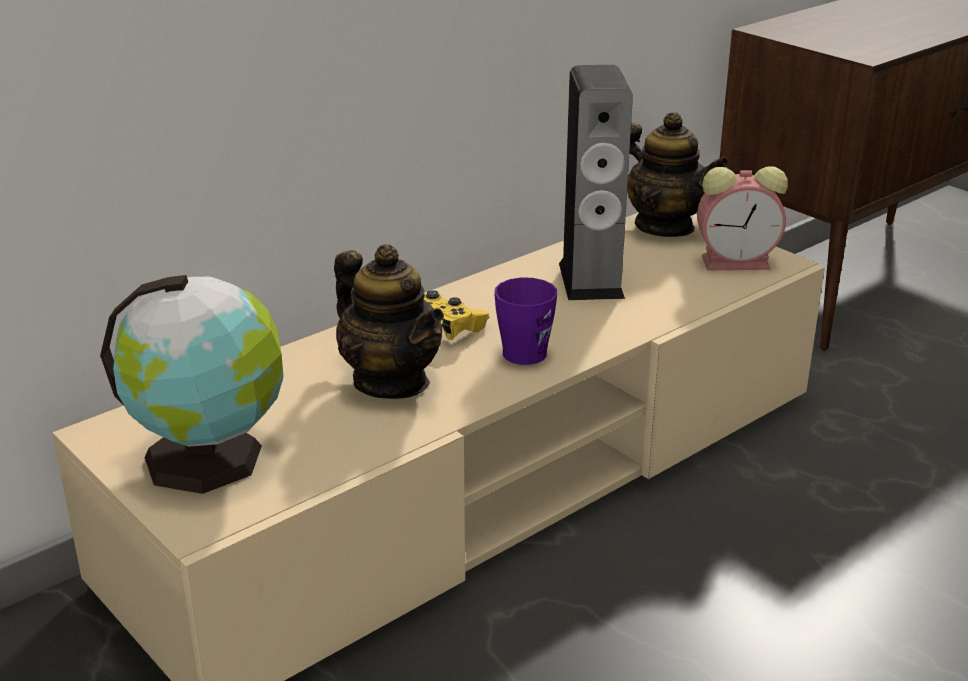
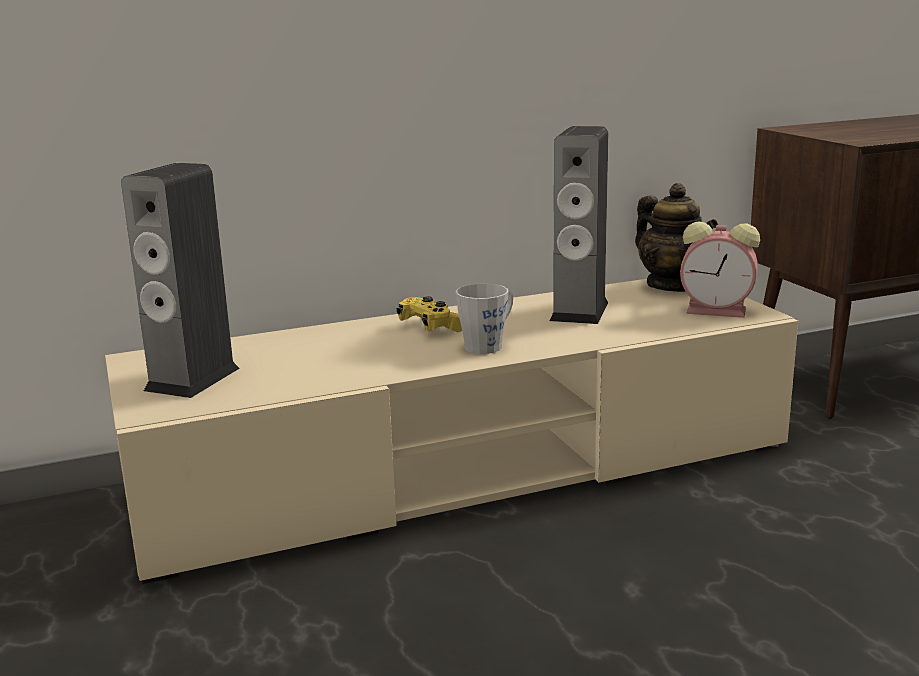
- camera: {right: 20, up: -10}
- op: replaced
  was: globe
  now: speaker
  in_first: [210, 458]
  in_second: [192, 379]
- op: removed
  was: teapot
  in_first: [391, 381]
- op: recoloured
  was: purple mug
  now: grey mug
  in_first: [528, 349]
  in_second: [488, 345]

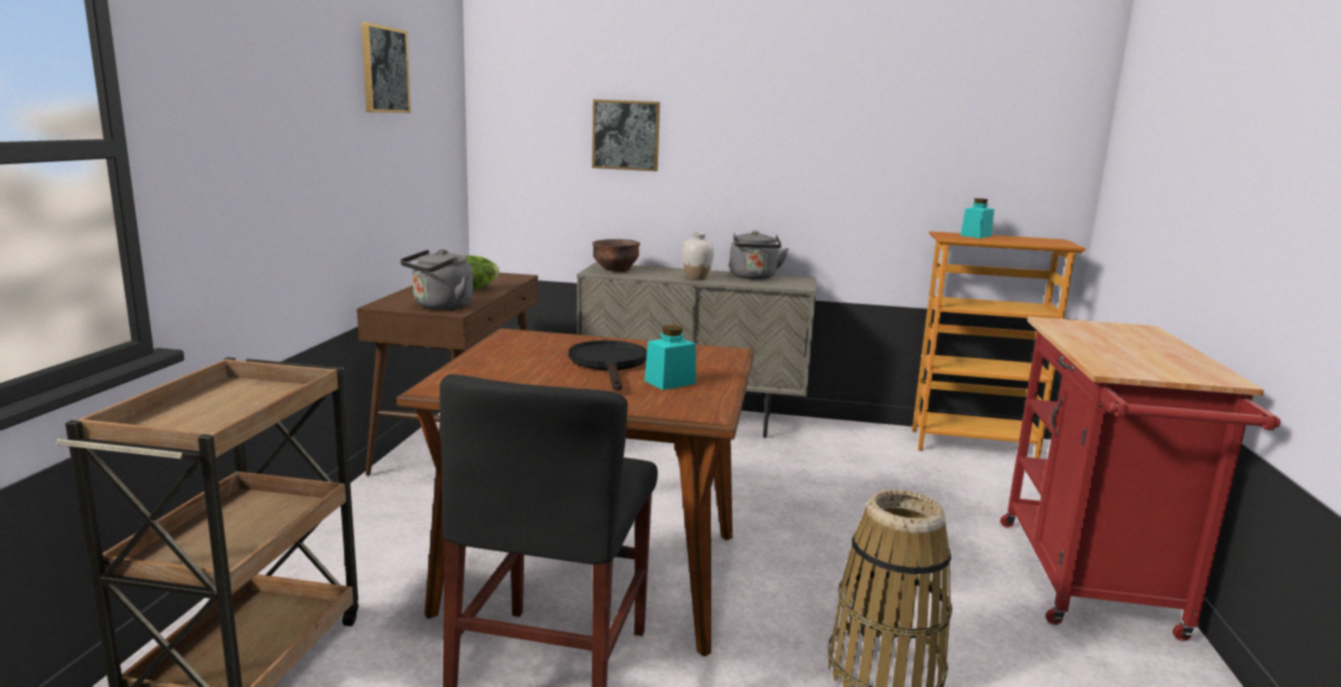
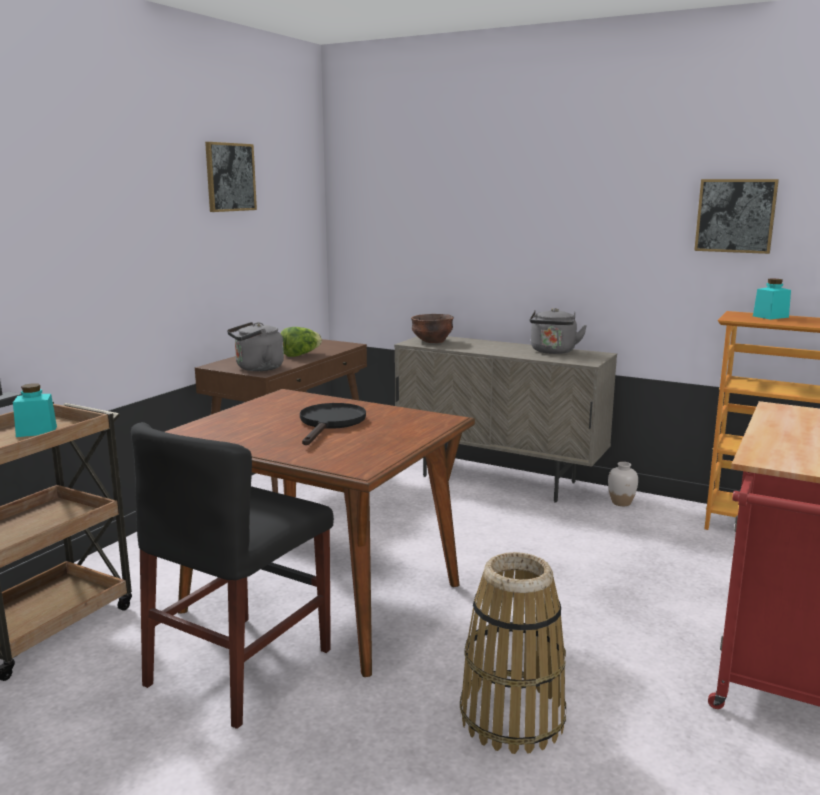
- camera: {right: 20, up: 0}
- op: moved
  was: picture
  in_first: [626, 135]
  in_second: [735, 216]
- op: moved
  was: turquoise jar
  in_first: [670, 382]
  in_second: [36, 431]
- op: moved
  was: white vase
  in_first: [696, 278]
  in_second: [621, 503]

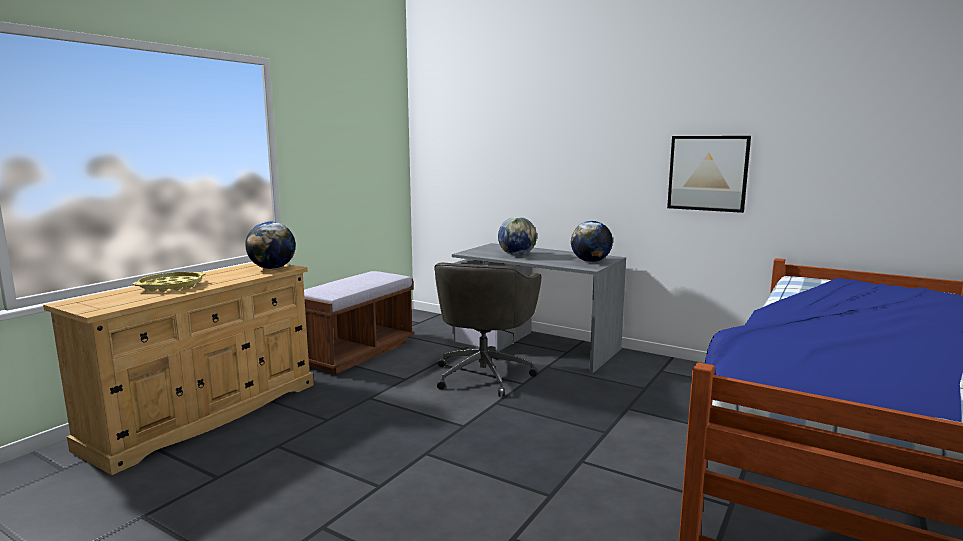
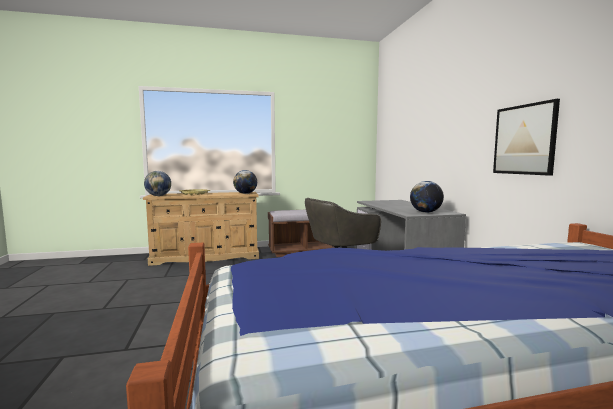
- camera: {right: 45, up: -5}
- op: moved
  was: globe
  in_first: [517, 255]
  in_second: [158, 196]

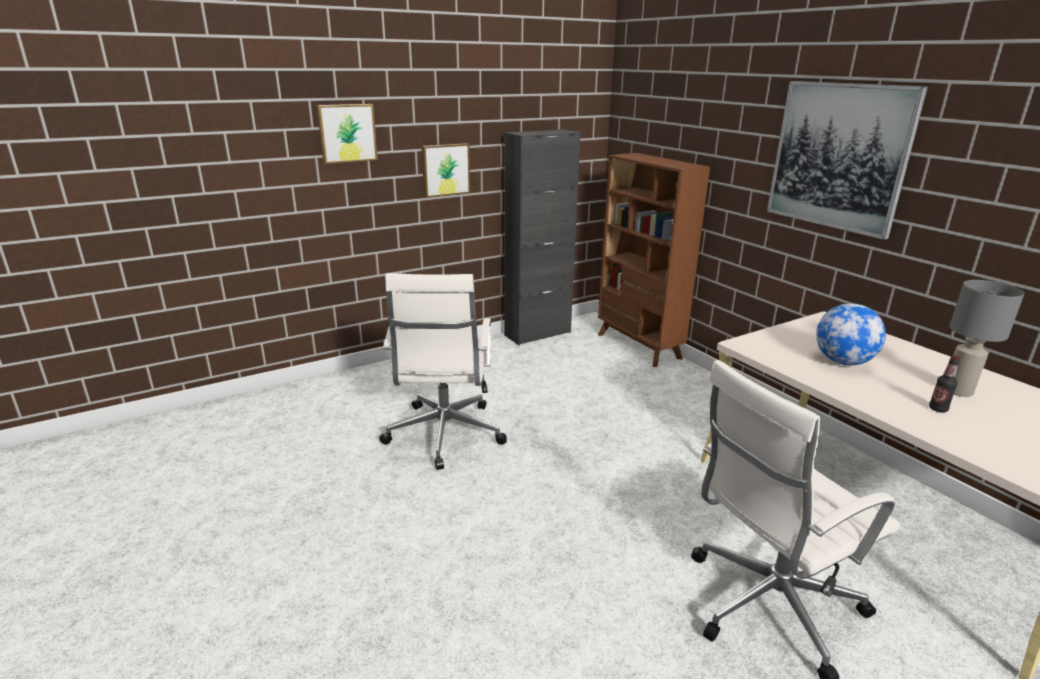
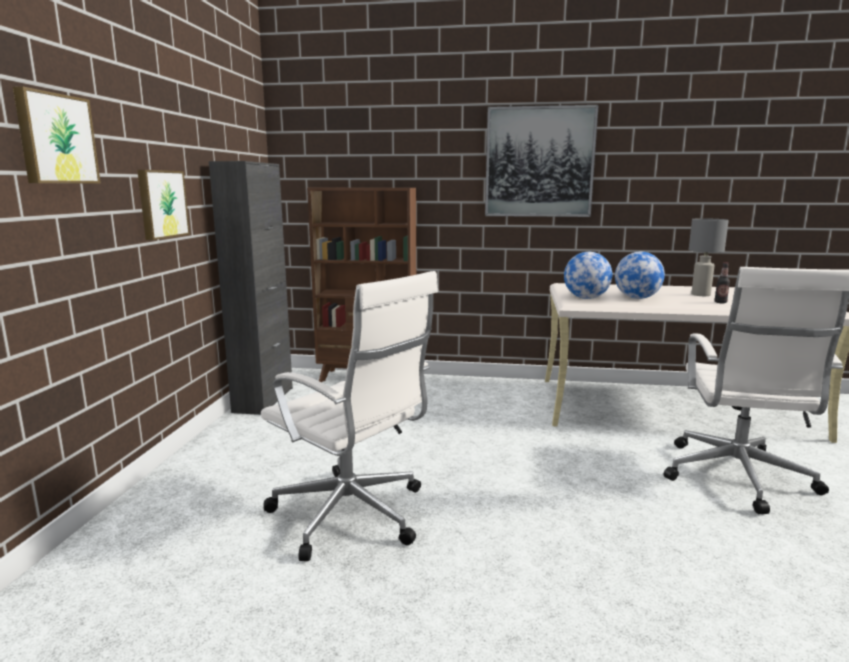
- camera: {right: -50, up: -10}
- op: added
  now: globe
  in_second: [586, 298]

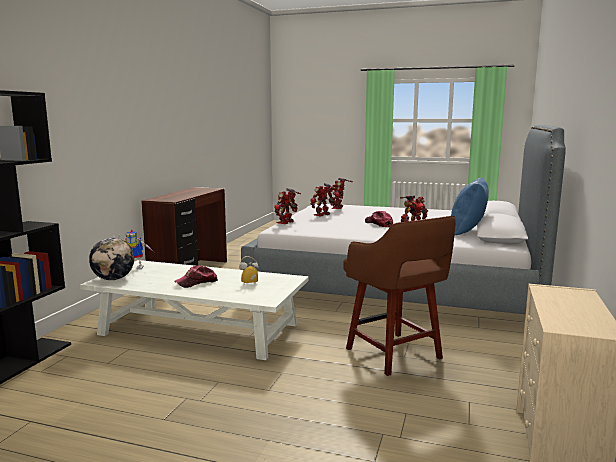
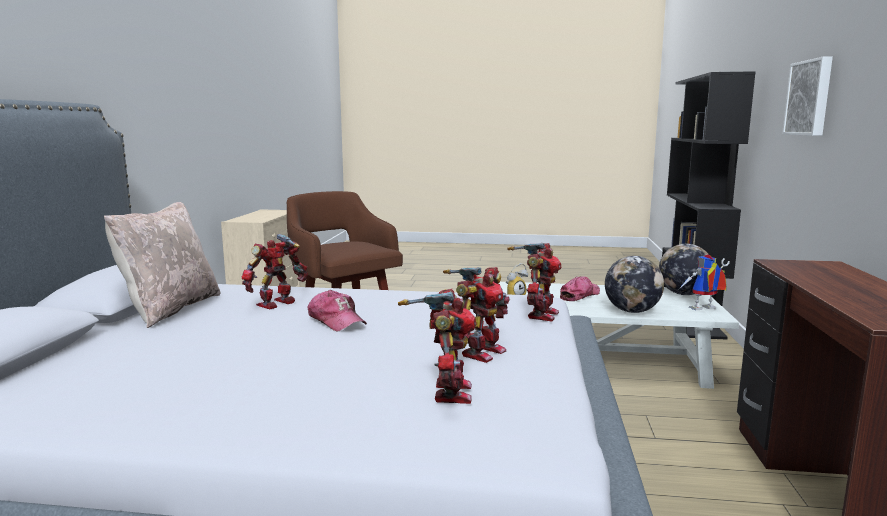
- camera: {right: 170, up: 0}
- op: recoloured
  was: blue pillow
  now: beige pillow
  in_first: [467, 231]
  in_second: [169, 309]
- op: added
  now: globe
  in_second: [632, 311]
- op: added
  now: picture
  in_second: [810, 98]

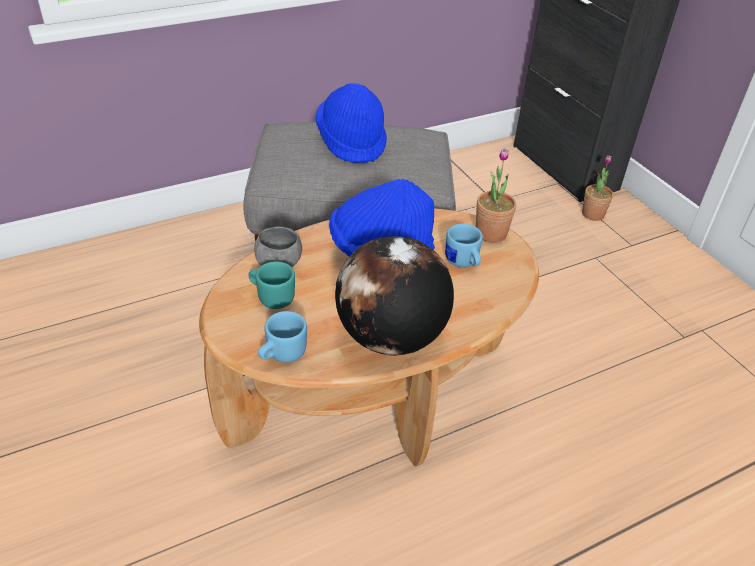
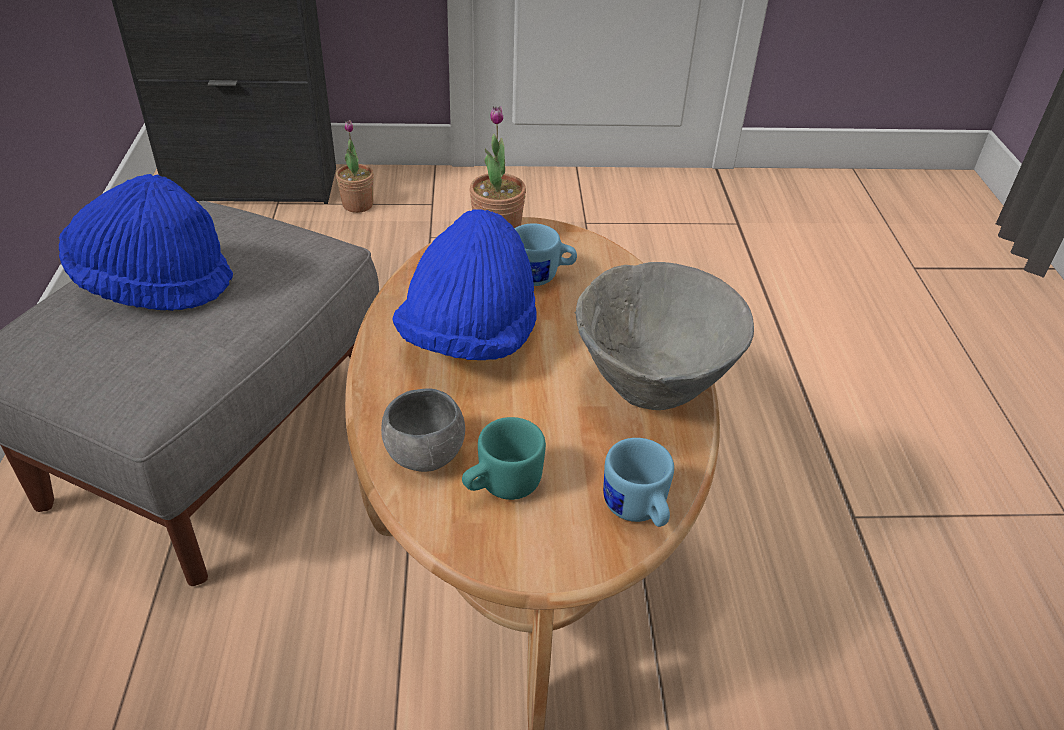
- camera: {right: -65, up: 0}
- op: replaced
  was: globe
  now: grey bowl
  in_first: [390, 338]
  in_second: [652, 388]

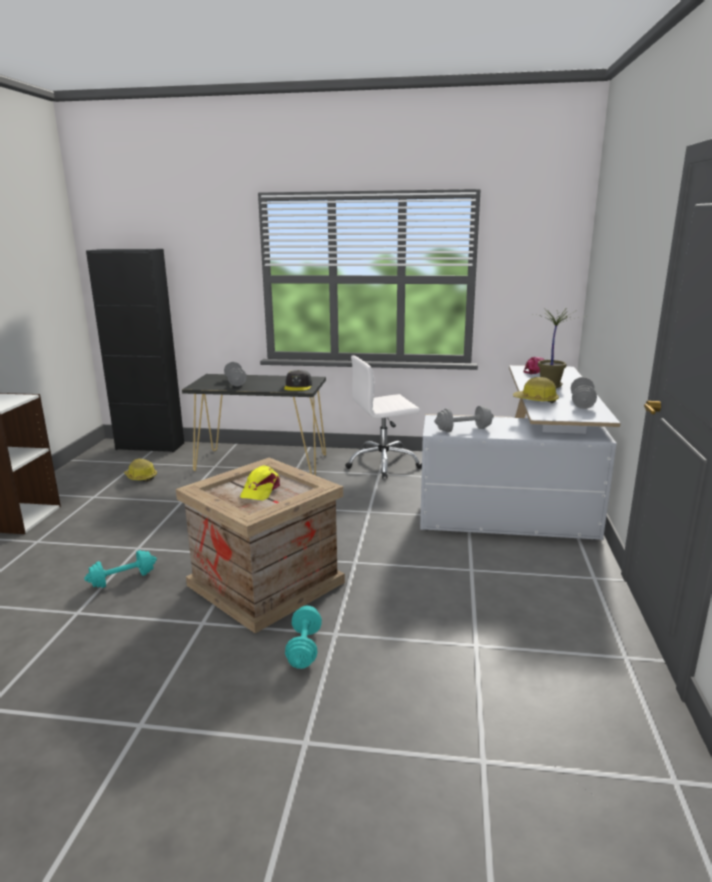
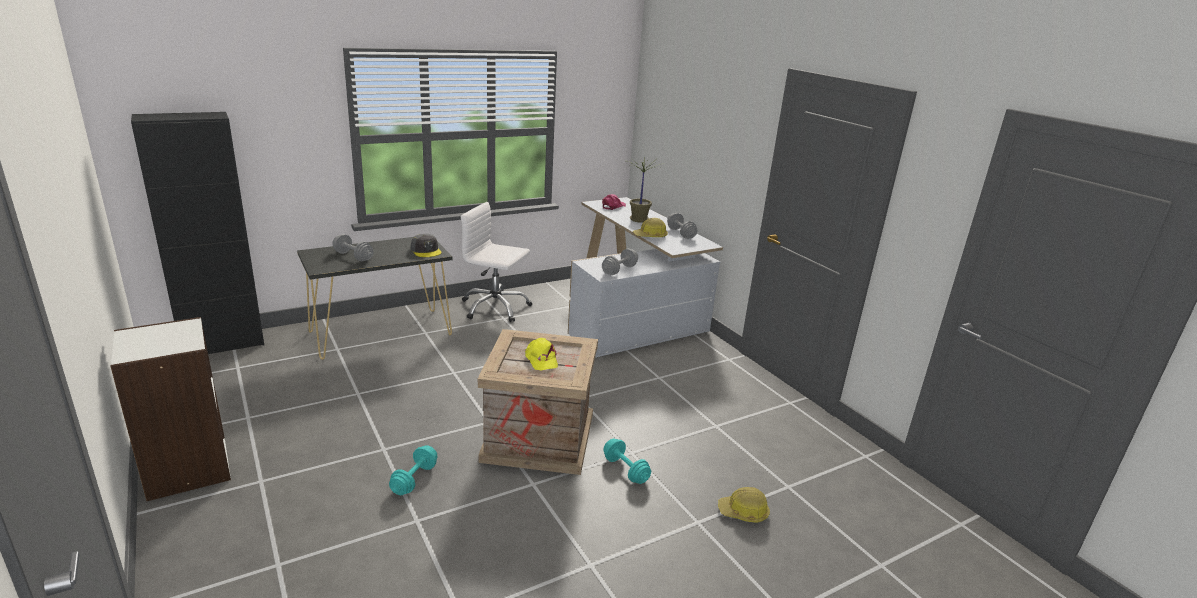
- camera: {right: -40, up: 5}
- op: moved
  was: hard hat
  in_first: [140, 477]
  in_second: [743, 512]
- op: turned
  was: white office chair
  in_first: [383, 463]
  in_second: [495, 307]
  clockwise: 75

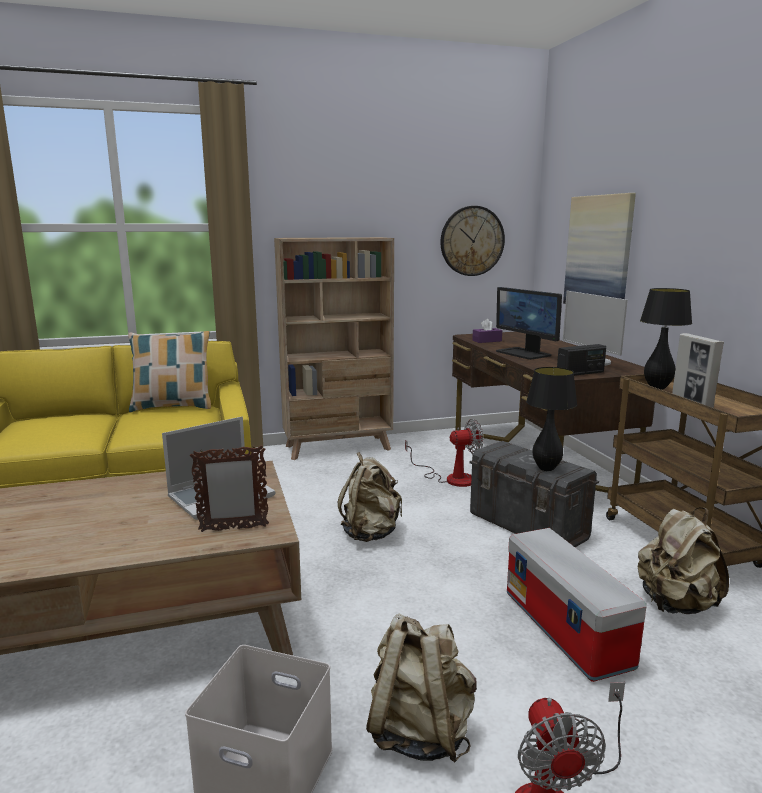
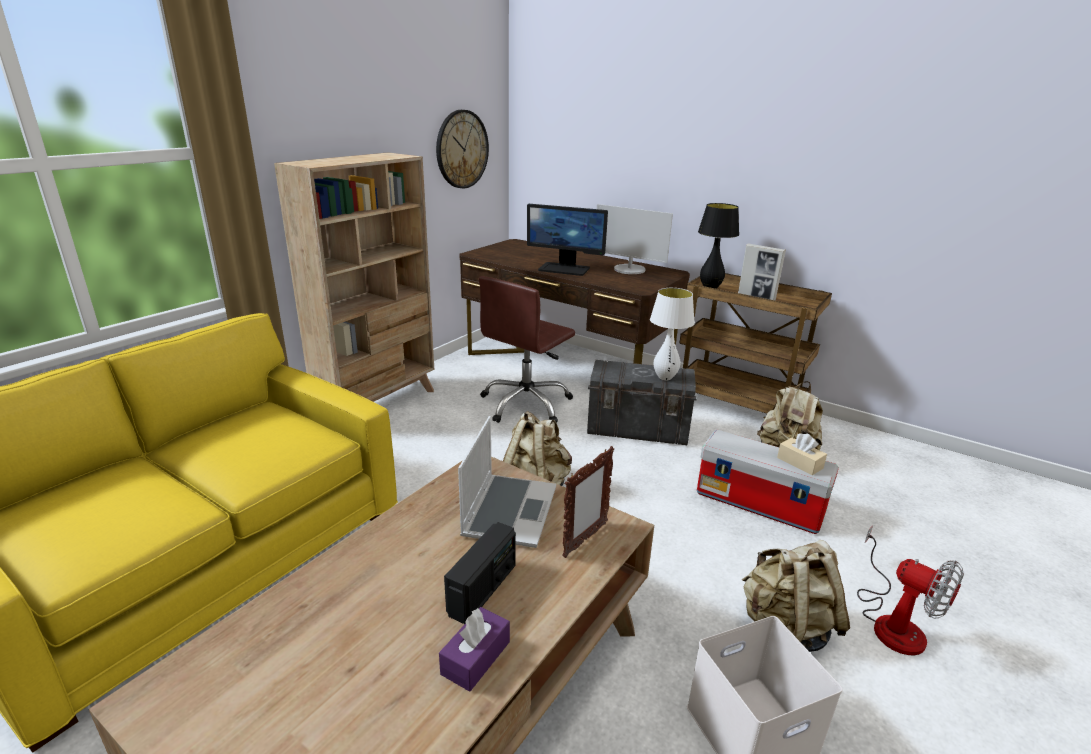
- camera: {right: -40, up: 10}
- op: removed
  was: pillow
  in_first: [173, 407]
- op: replaced
  was: fan
  now: brown office chair
  in_first: [451, 478]
  in_second: [526, 404]
- op: moved
  was: purple tissue box
  in_first: [487, 341]
  in_second: [475, 658]
- op: recoloured
  was: black table lamp
  now: white table lamp
  in_first: [546, 468]
  in_second: [664, 378]
- op: moved
  was: radio
  in_first: [580, 373]
  in_second: [483, 589]
- op: removed
  was: picture
  in_first: [599, 253]
- op: added
  now: beige tissue box
  in_second: [799, 463]

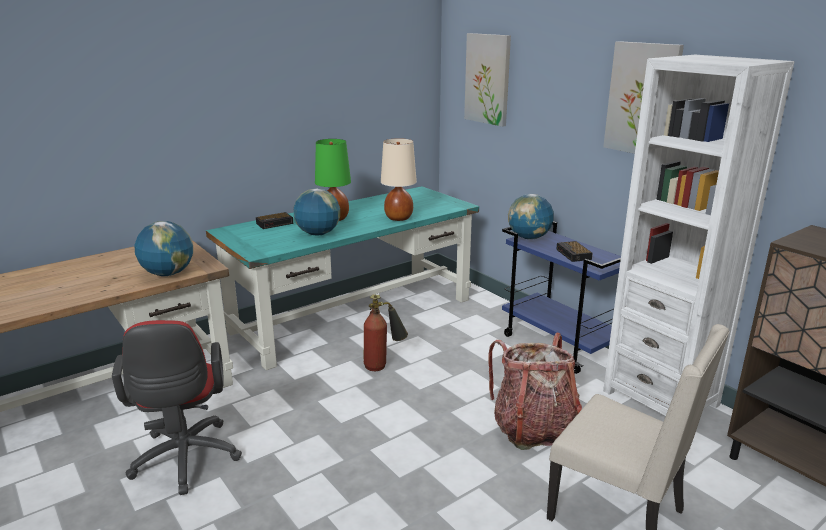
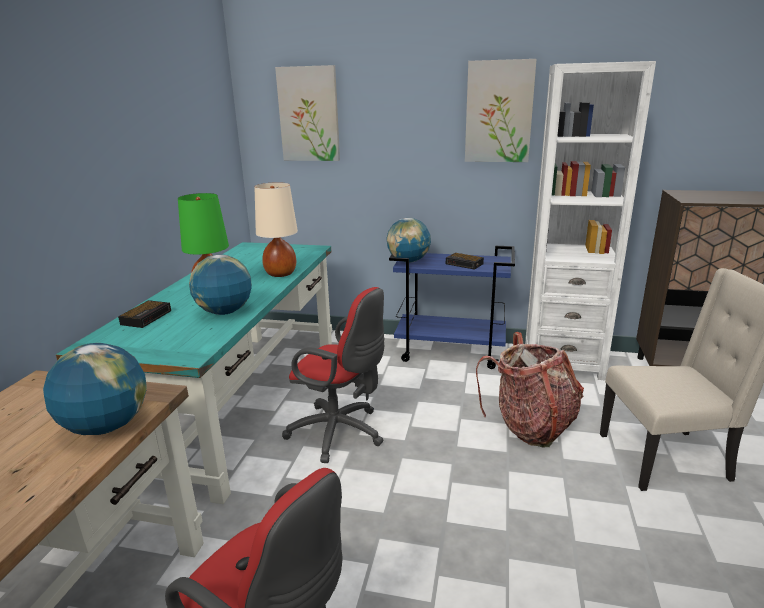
- camera: {right: -40, up: 0}
- op: replaced
  was: fire extinguisher
  now: red office chair
  in_first: [383, 364]
  in_second: [341, 433]

